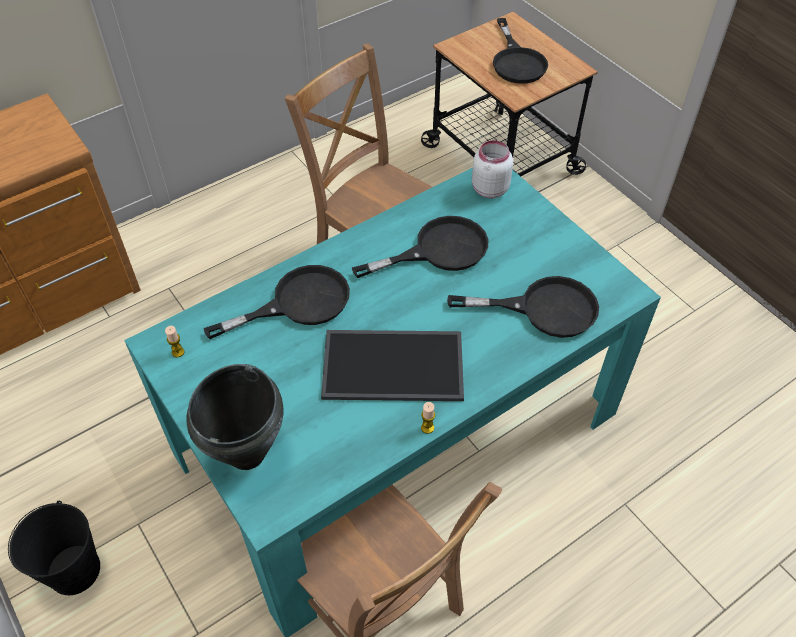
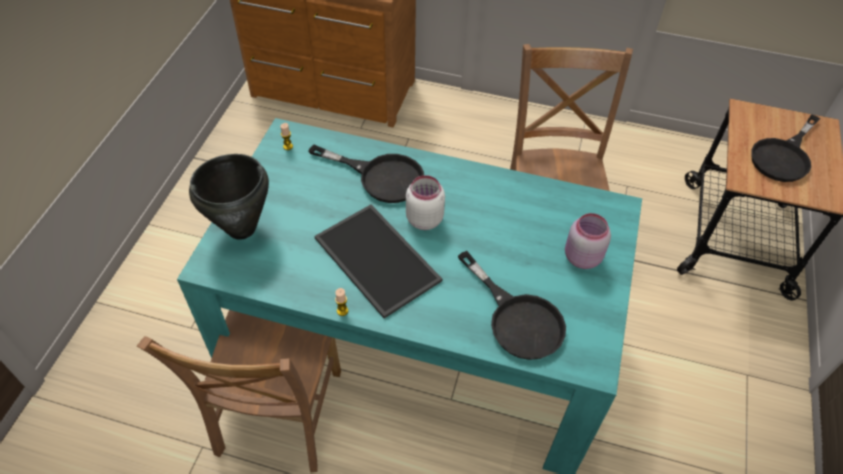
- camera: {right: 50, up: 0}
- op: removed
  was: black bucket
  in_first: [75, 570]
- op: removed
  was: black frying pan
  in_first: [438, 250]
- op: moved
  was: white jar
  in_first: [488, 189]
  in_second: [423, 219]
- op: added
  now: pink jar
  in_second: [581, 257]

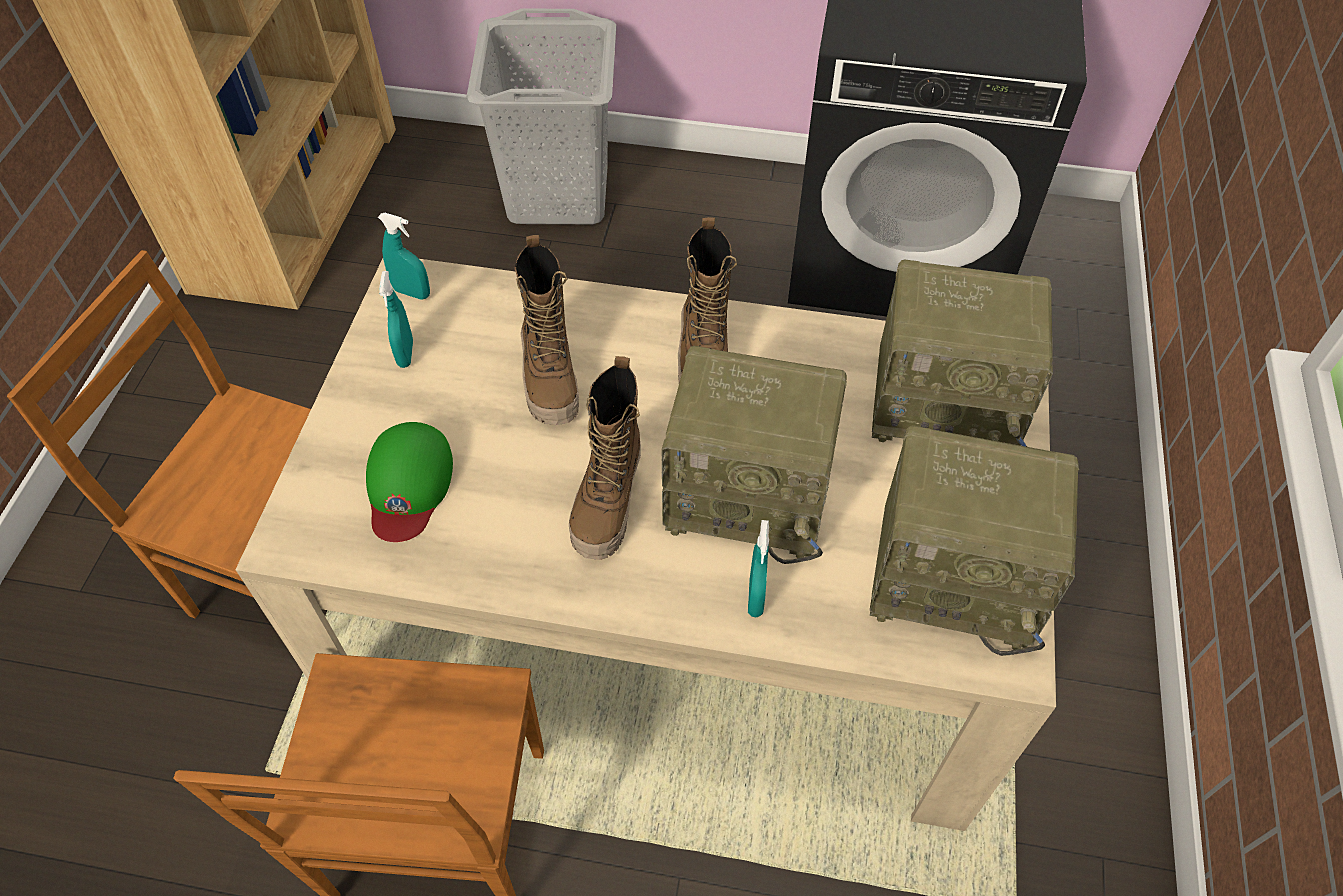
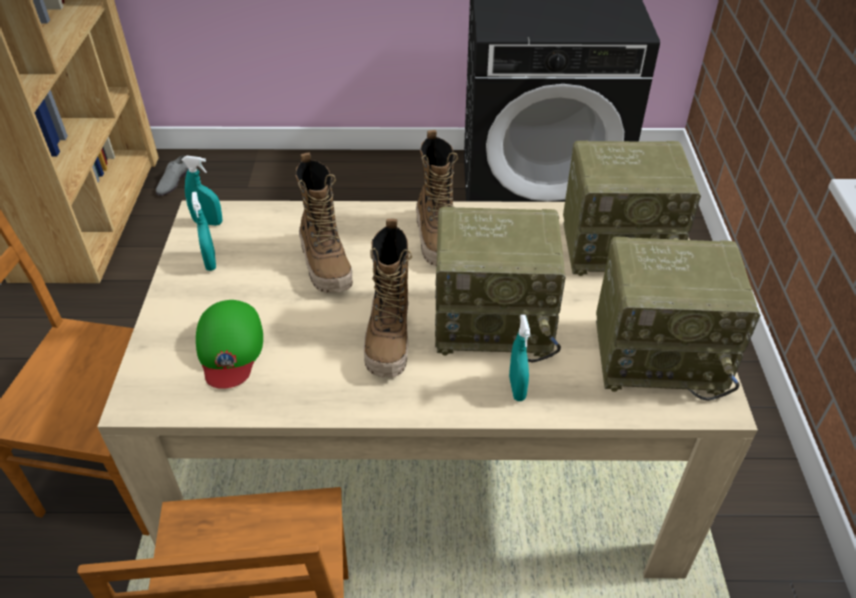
- camera: {right: -10, up: -10}
- op: removed
  was: grey laundry basket
  in_first: [559, 193]
- op: added
  now: grey shoe
  in_second: [172, 182]

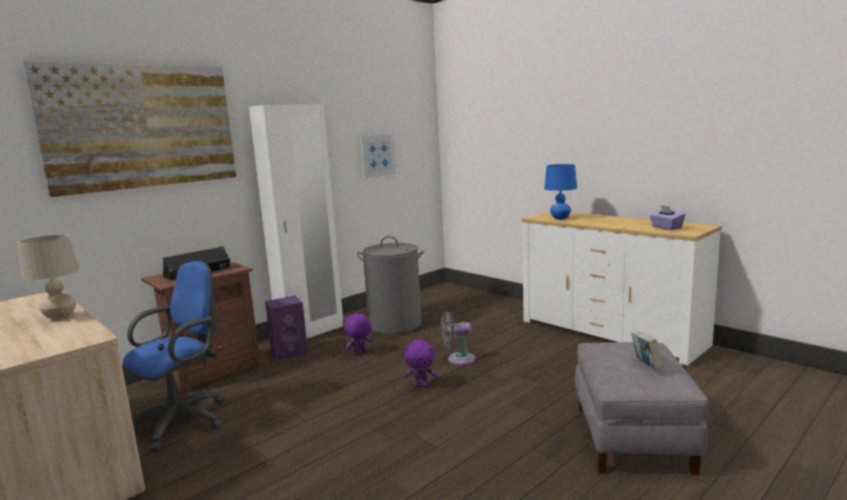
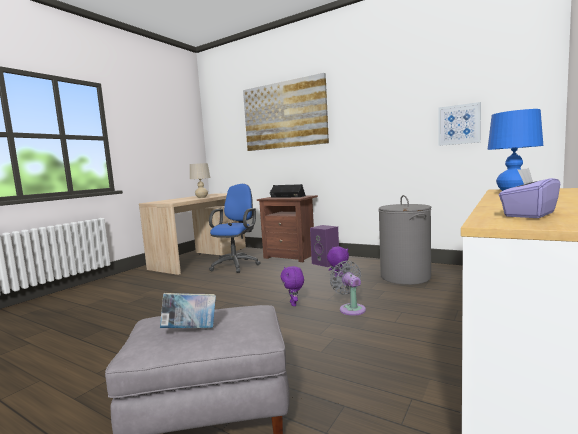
- camera: {right: 75, up: -5}
- op: turned
  was: blue office chair
  in_first: [184, 420]
  in_second: [236, 265]
  clockwise: -90
- op: removed
  was: white wardrobe
  in_first: [311, 332]

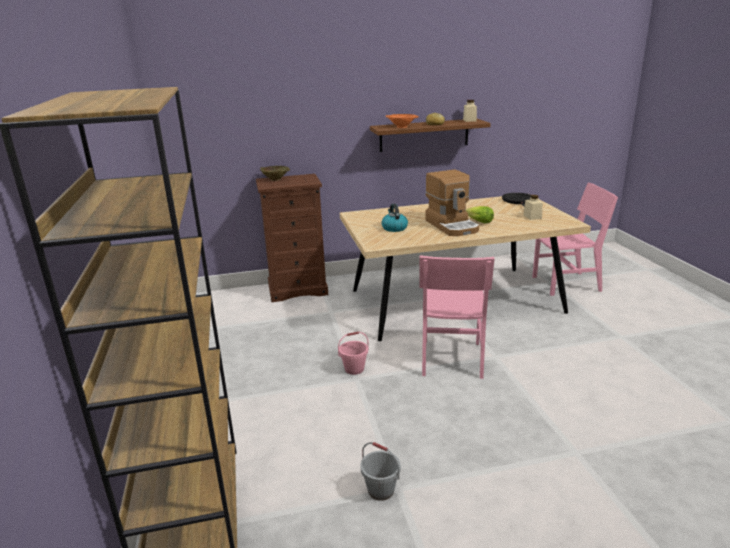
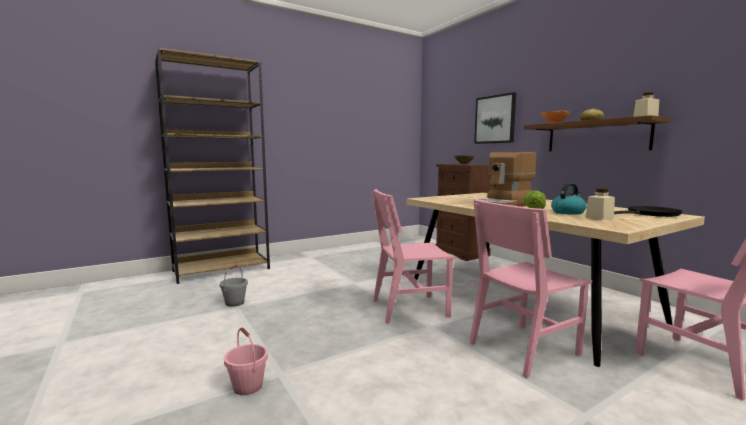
- camera: {right: 70, up: -15}
- op: moved
  was: pink bucket
  in_first: [354, 369]
  in_second: [248, 386]
- op: moved
  was: kettle
  in_first: [394, 228]
  in_second: [568, 212]
- op: added
  now: pink chair
  in_second: [523, 348]
- op: added
  now: picture
  in_second: [495, 119]

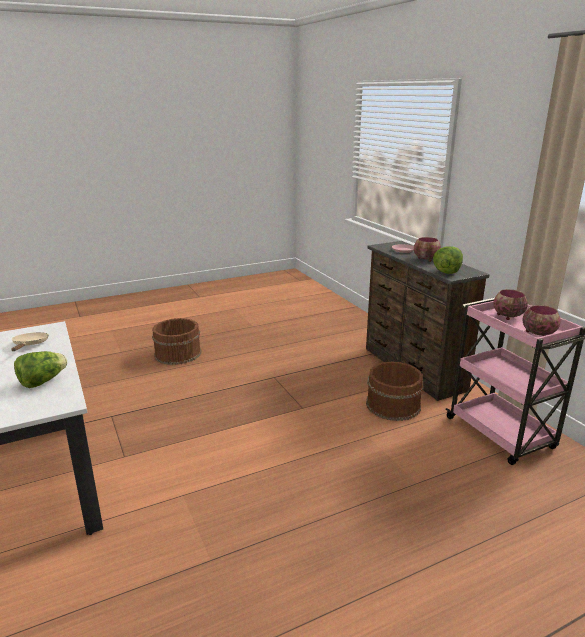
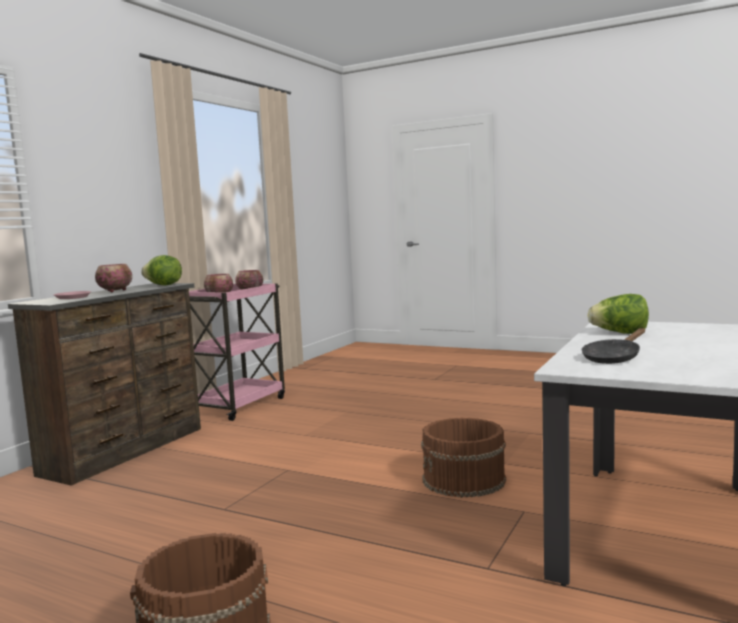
- camera: {right: -125, up: -15}
- op: recoloured
  was: beige frying pan
  now: black frying pan
  in_first: [30, 345]
  in_second: [613, 358]
- op: moved
  was: brown bucket
  in_first: [392, 404]
  in_second: [464, 480]

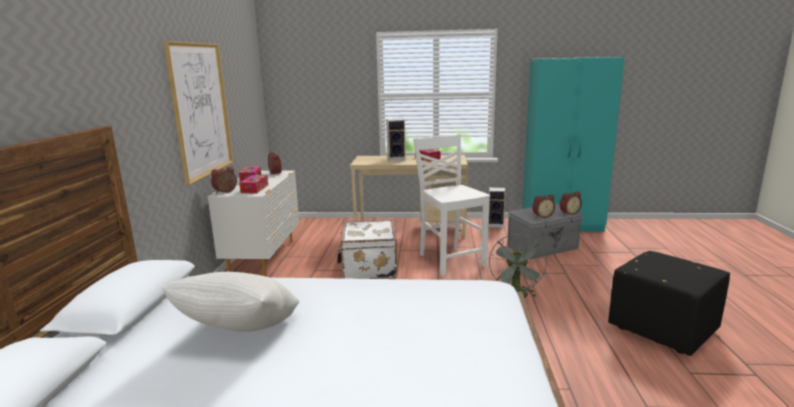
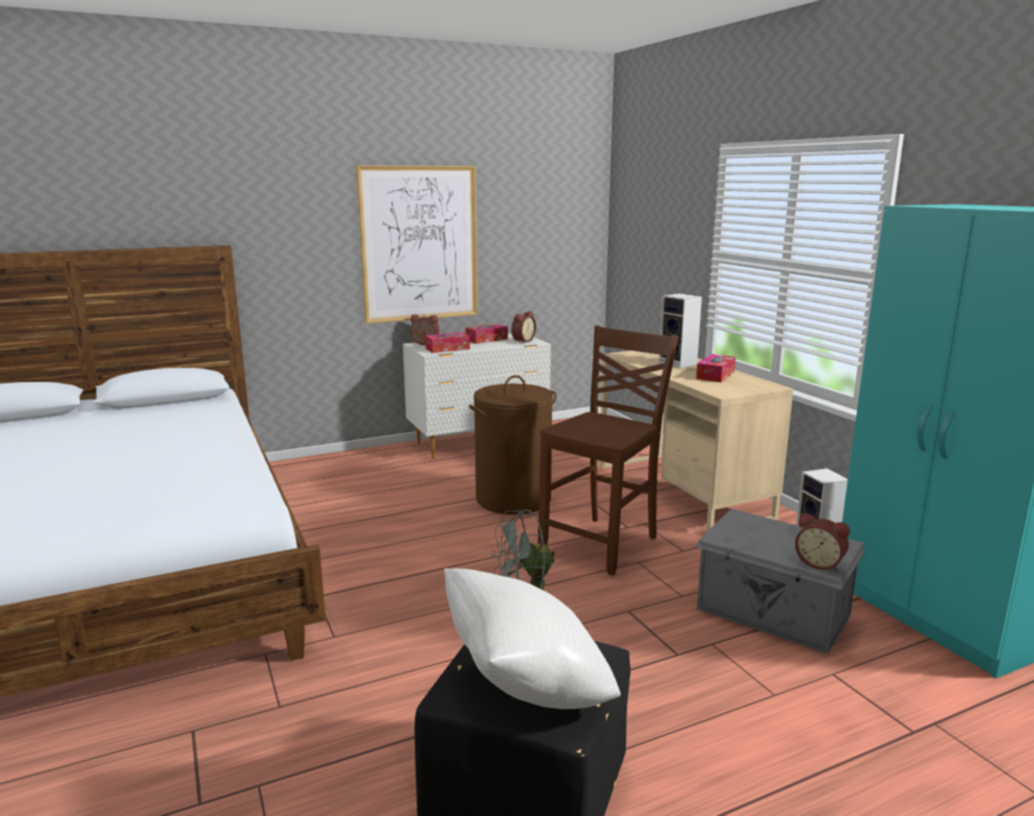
- camera: {right: 60, up: 0}
- op: moved
  was: white pillow
  in_first: [241, 333]
  in_second: [526, 687]
- op: replaced
  was: white suitcase
  now: brown laundry basket
  in_first: [368, 268]
  in_second: [513, 499]
- op: recoloured
  was: white chair
  now: brown chair
  in_first: [450, 260]
  in_second: [602, 544]
- op: removed
  was: alarm clock
  in_first: [542, 216]

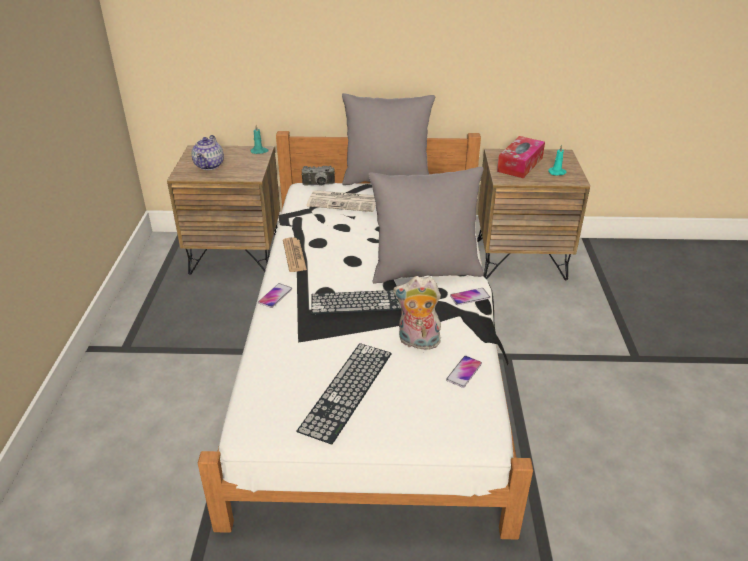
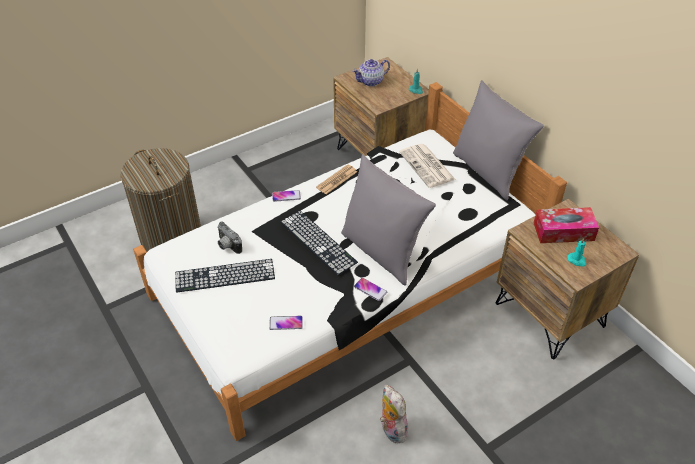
- camera: {right: 55, up: 10}
- op: moved
  was: photo camera
  in_first: [318, 185]
  in_second: [227, 246]
- op: moved
  was: plush toy
  in_first: [417, 342]
  in_second: [391, 429]
- op: added
  now: laundry basket
  in_second: [171, 237]

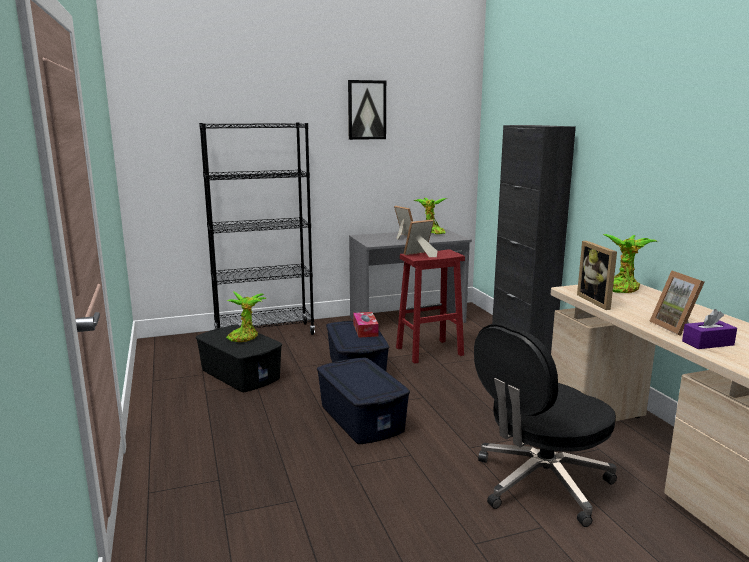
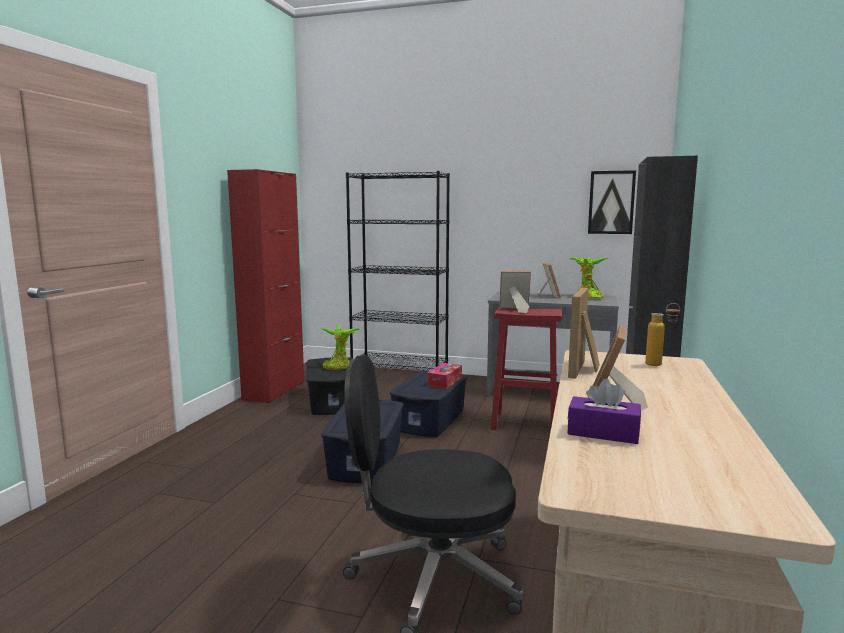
- camera: {right: 35, up: -5}
- op: moved
  was: picture
  in_first: [366, 110]
  in_second: [611, 202]
- op: replaced
  was: potted plant
  now: bottle
  in_first: [622, 288]
  in_second: [660, 364]
- op: added
  now: red cabinet
  in_second: [274, 390]

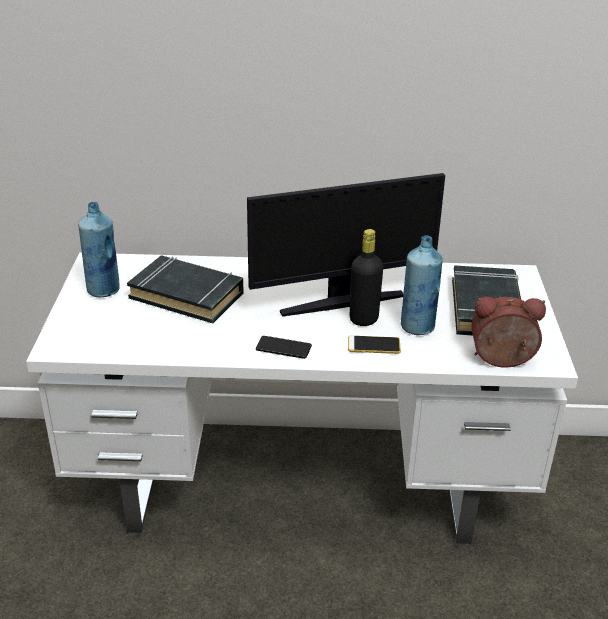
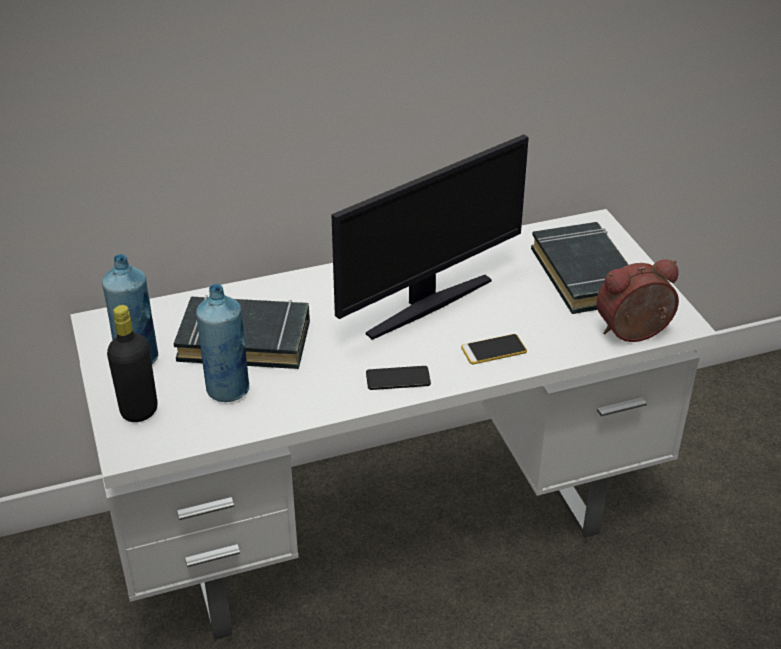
- camera: {right: -20, up: 5}
- op: moved
  was: black bottle
  in_first: [363, 319]
  in_second: [139, 411]
- op: moved
  was: blue bottle
  in_first: [417, 327]
  in_second: [228, 389]

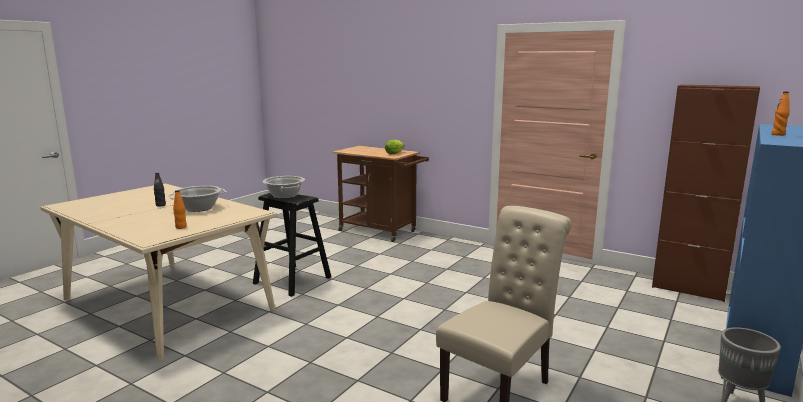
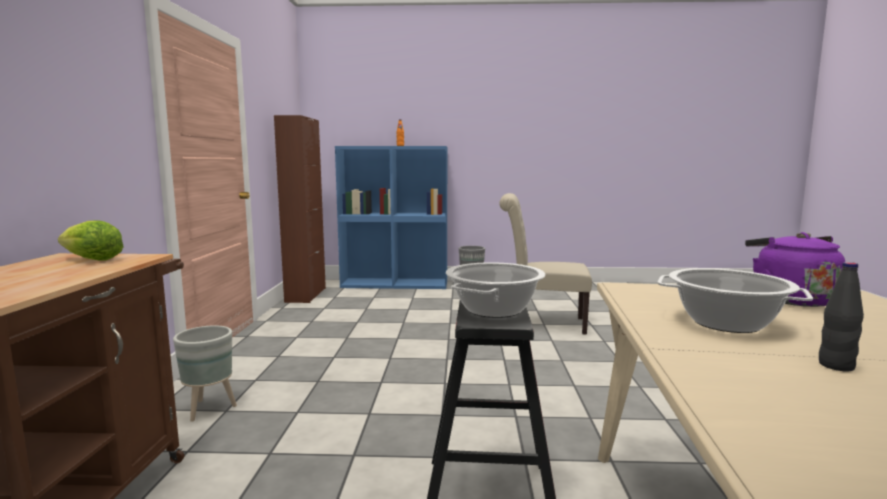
- camera: {right: -120, up: -5}
- op: replaced
  was: orange bottle
  now: purple kettle
  in_first: [181, 227]
  in_second: [789, 299]
- op: added
  now: grey planter
  in_second: [208, 409]

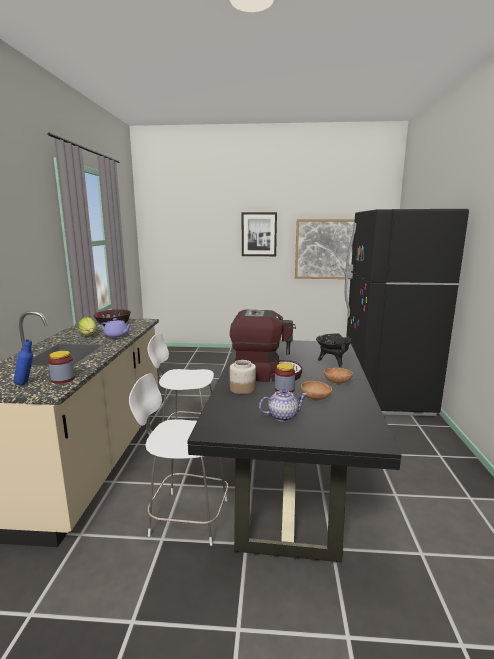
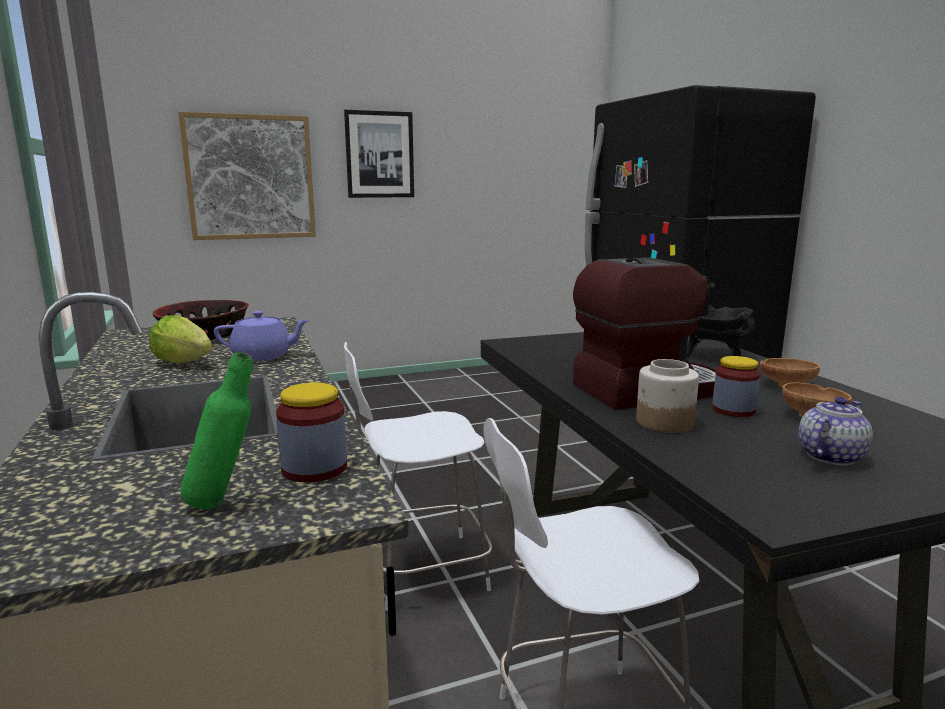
- camera: {right: -25, up: 0}
- op: recoloured
  was: blue bottle
  now: green bottle
  in_first: [26, 384]
  in_second: [225, 503]
- op: moved
  was: picture
  in_first: [324, 249]
  in_second: [250, 177]

